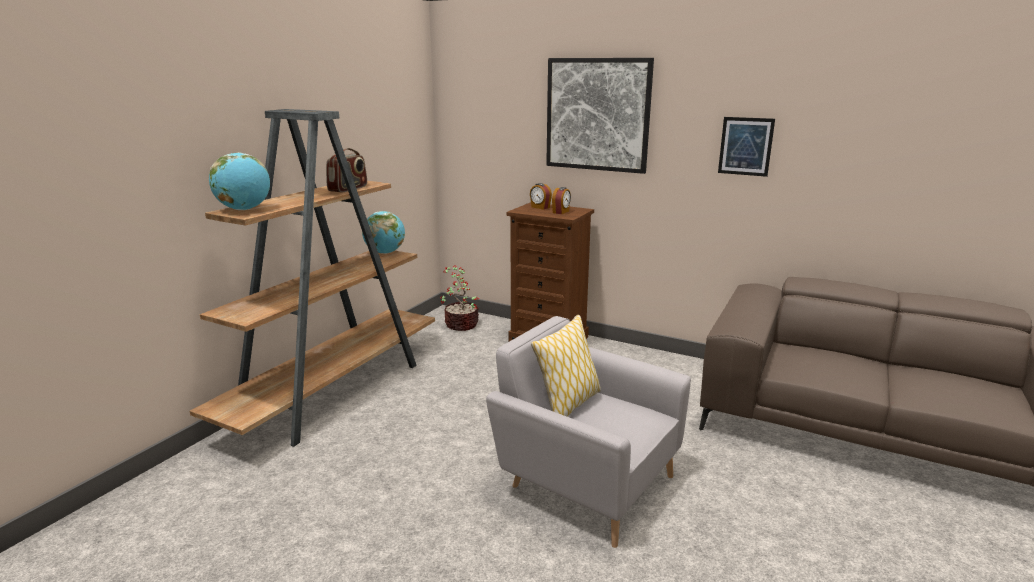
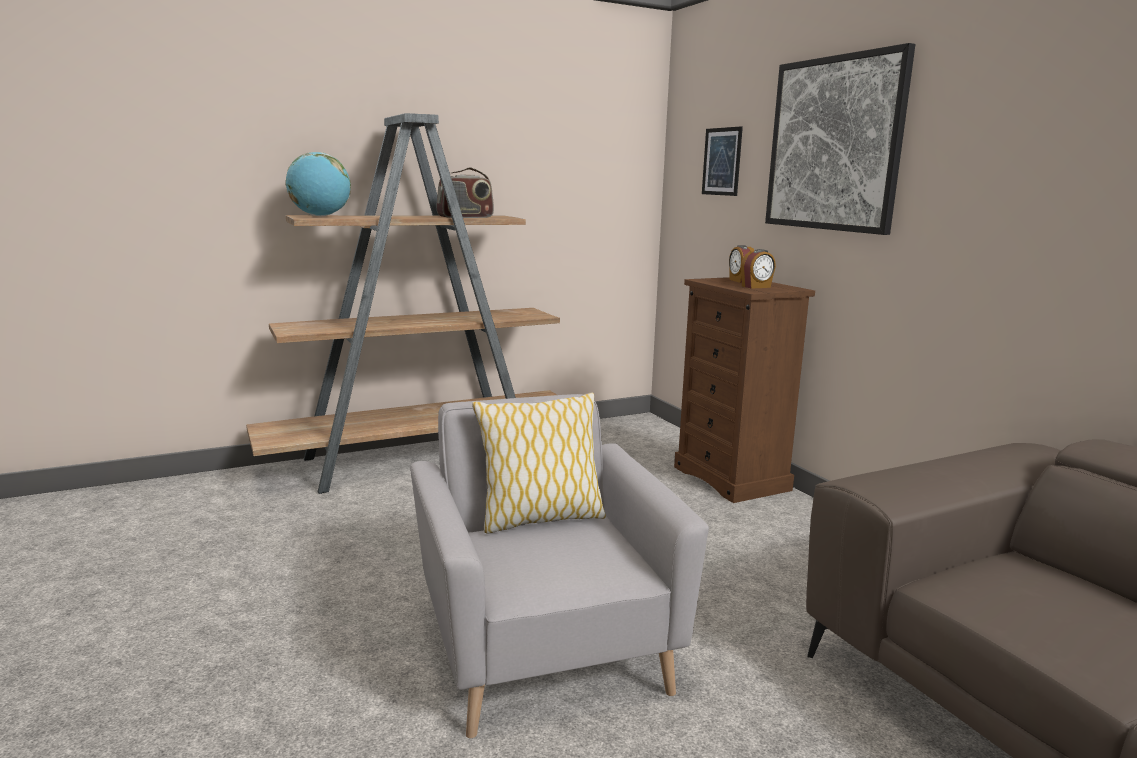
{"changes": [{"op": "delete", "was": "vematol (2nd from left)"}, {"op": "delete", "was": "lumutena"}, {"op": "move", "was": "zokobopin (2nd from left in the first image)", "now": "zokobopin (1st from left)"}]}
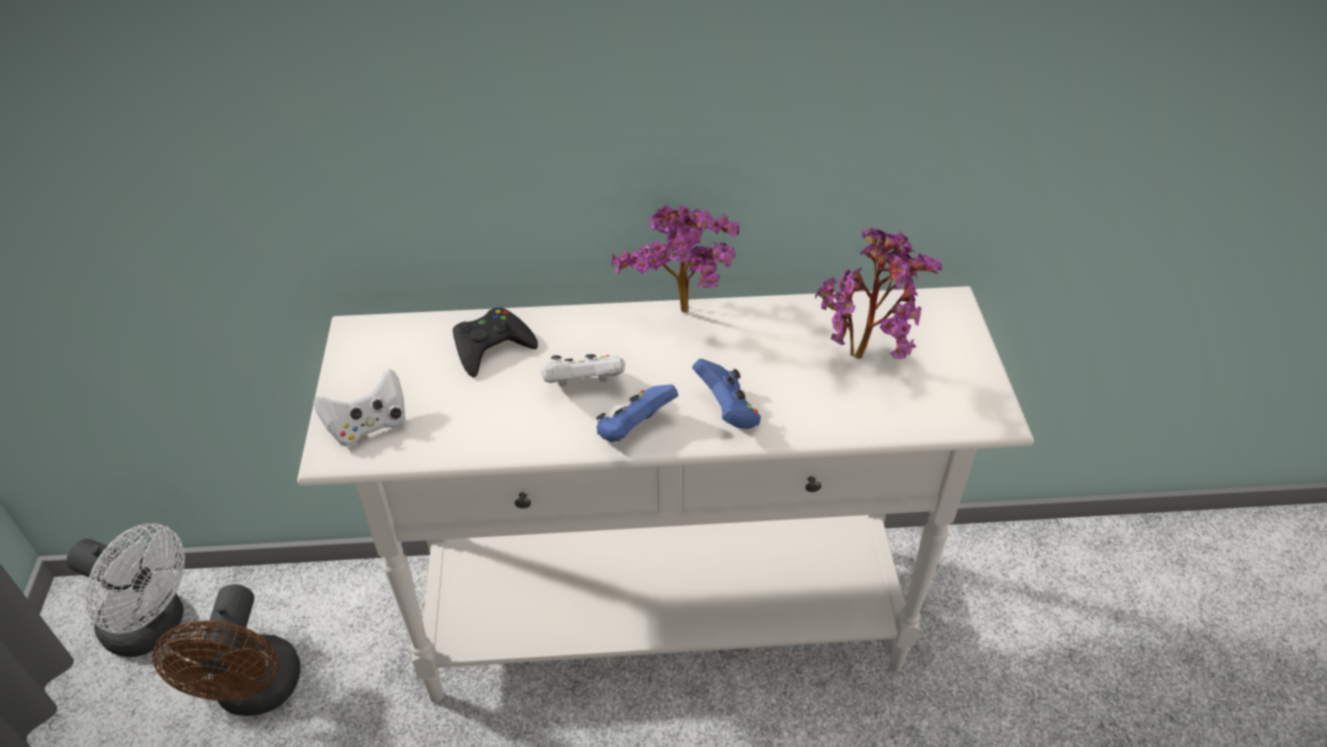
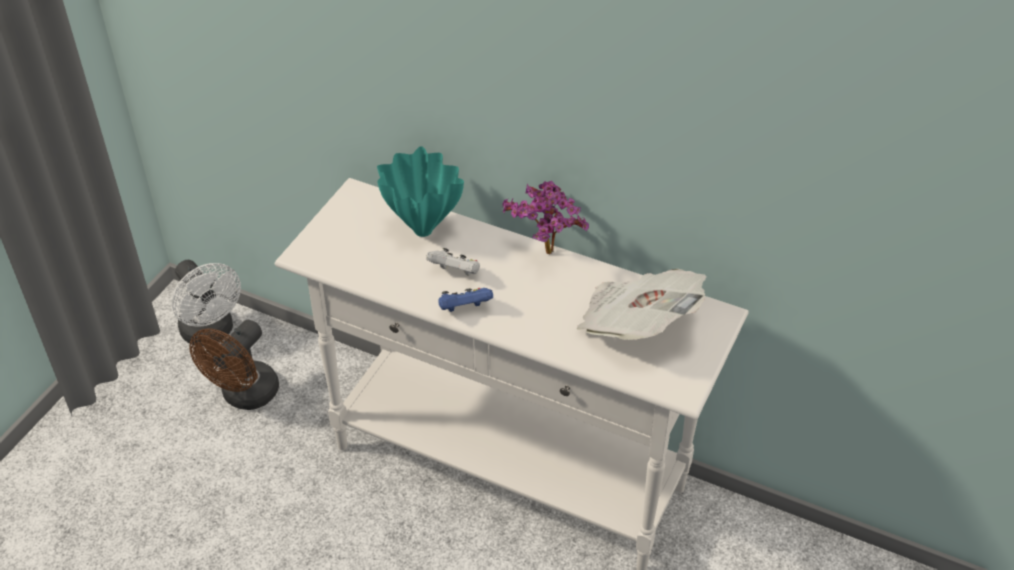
{"changes": [{"op": "delete", "was": "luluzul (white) (1st from left)"}, {"op": "delete", "was": "luluzul (blue) (2nd from left)"}, {"op": "replace", "was": "luluzul (black)", "now": "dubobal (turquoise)"}, {"op": "replace", "was": "lumutena (2nd from left)", "now": "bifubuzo"}]}
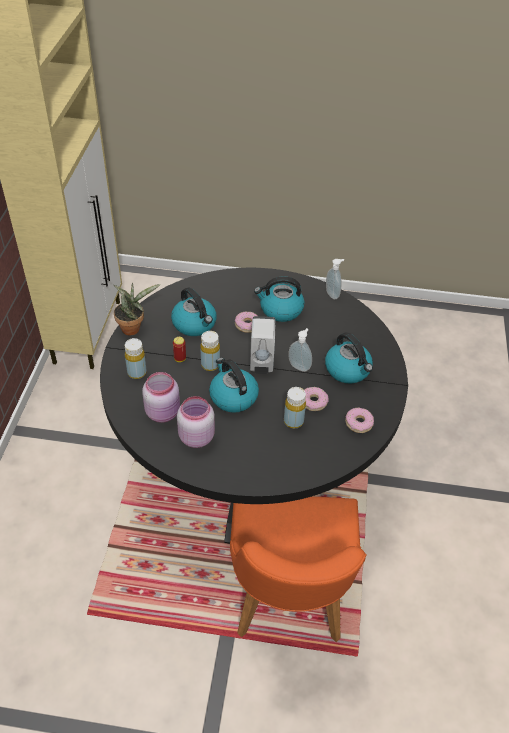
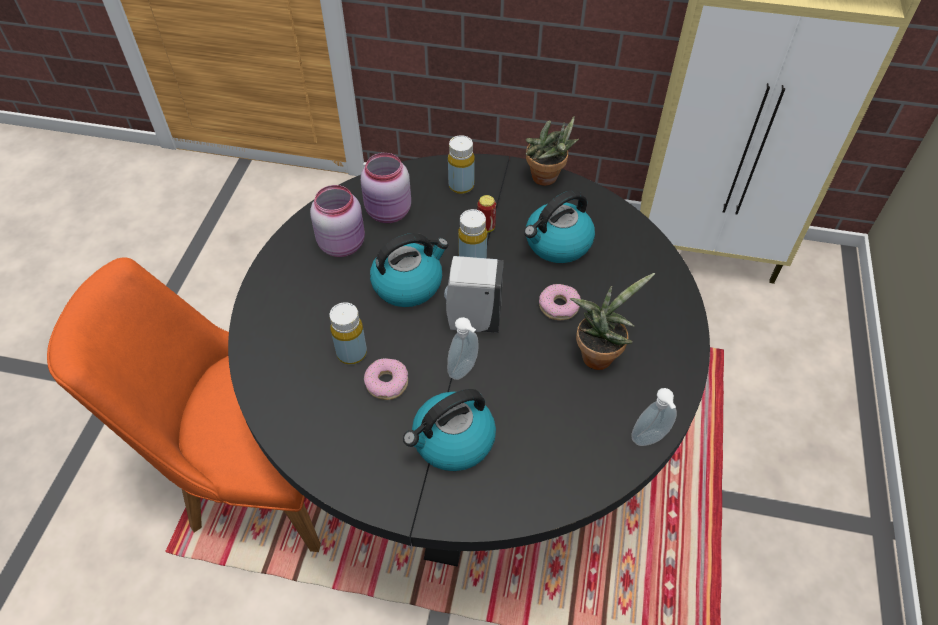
{"changes": [{"op": "delete", "was": "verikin (3rd from left)"}, {"op": "replace", "was": "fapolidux (3rd from left)", "now": "lumutena (2nd from left)"}]}
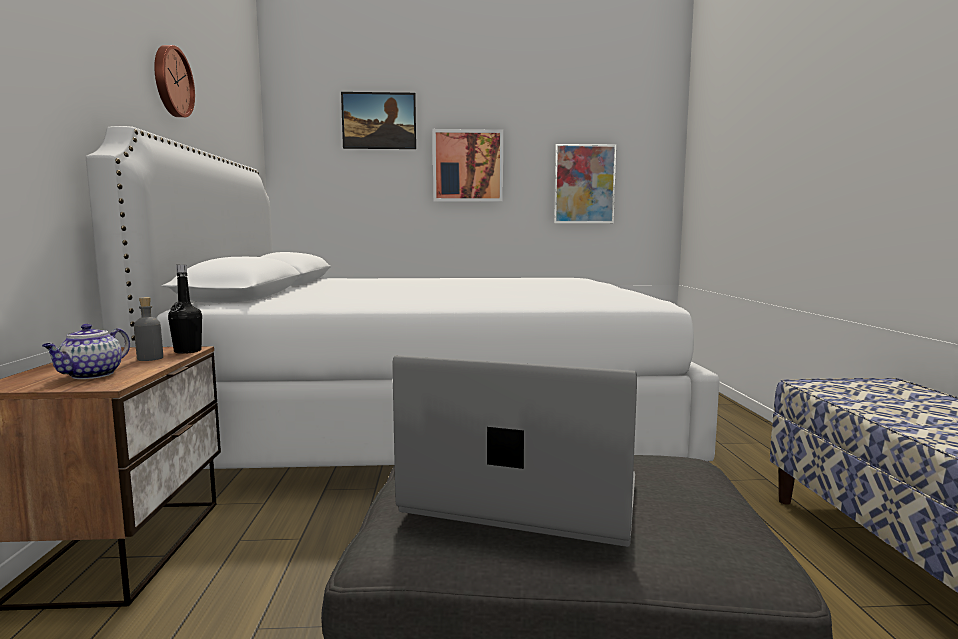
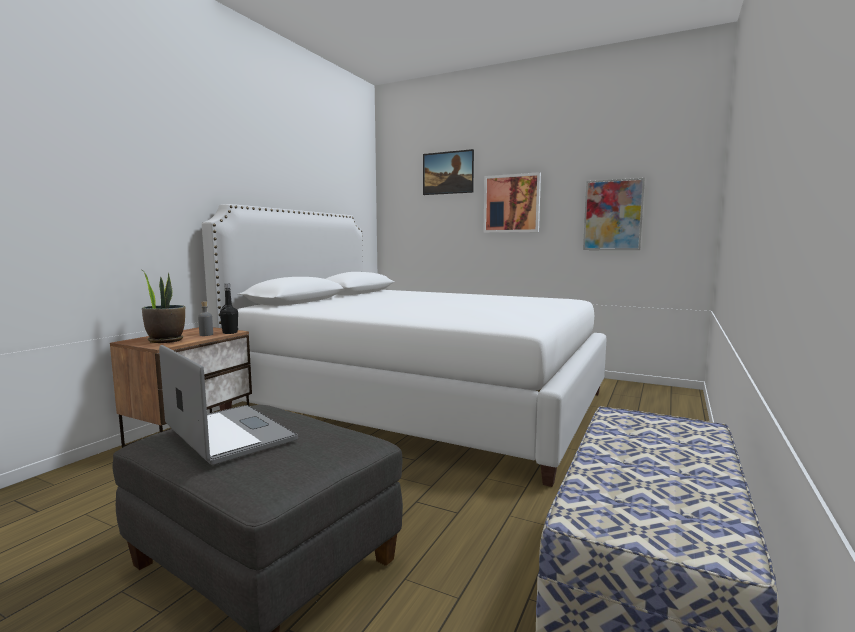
{"changes": [{"op": "delete", "was": "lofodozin"}, {"op": "replace", "was": "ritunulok", "now": "lumutena"}]}
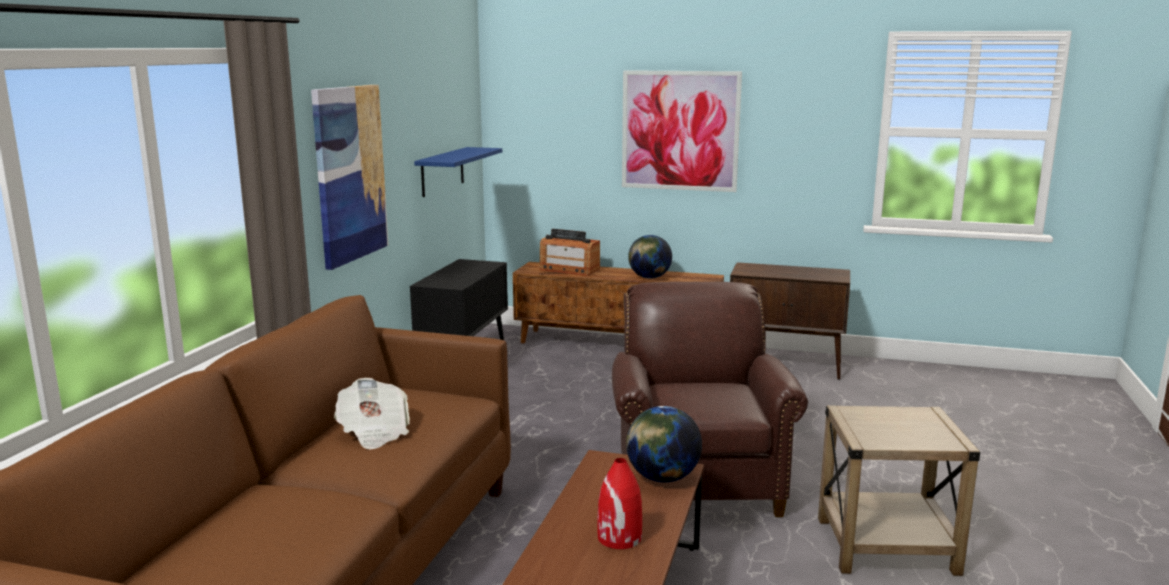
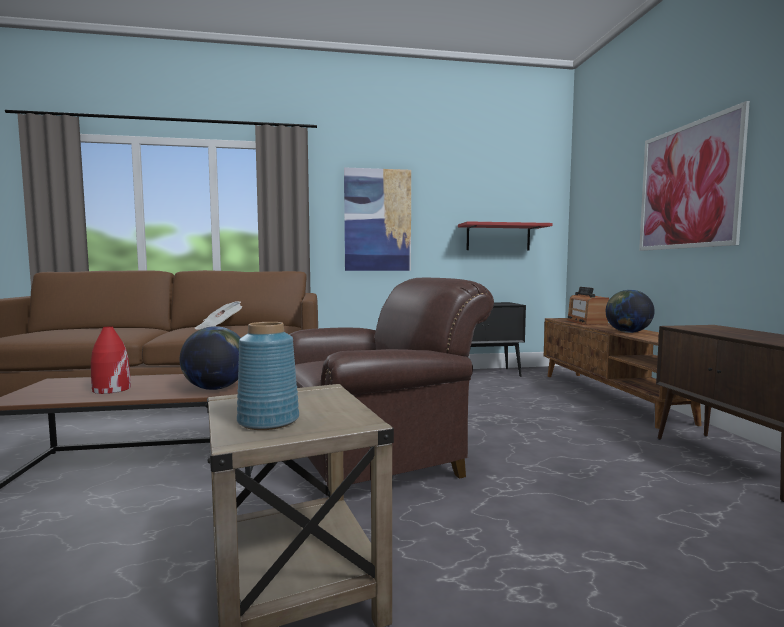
{"changes": [{"op": "insert", "now": "dubobal (blue)"}, {"op": "recolor", "was": "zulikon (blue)", "now": "zulikon (red)"}]}
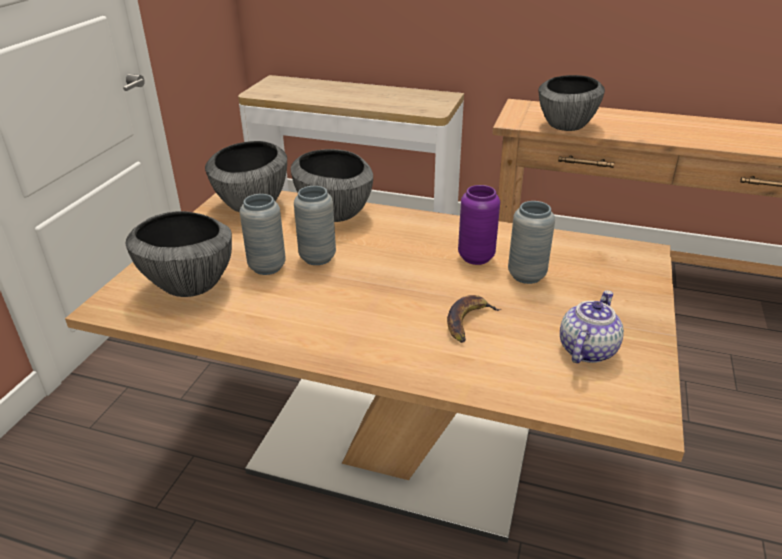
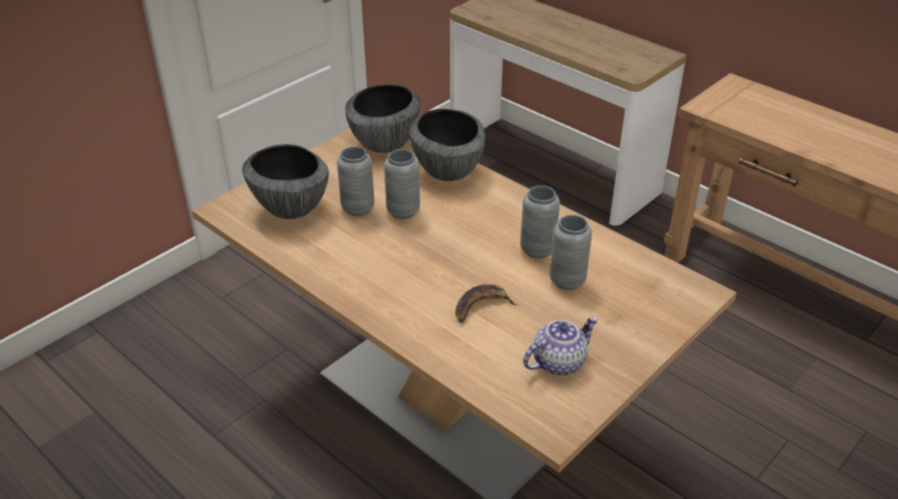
{"changes": [{"op": "delete", "was": "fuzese (4th from left)"}, {"op": "recolor", "was": "dubobal (purple)", "now": "dubobal (grey) (3rd from left)"}]}
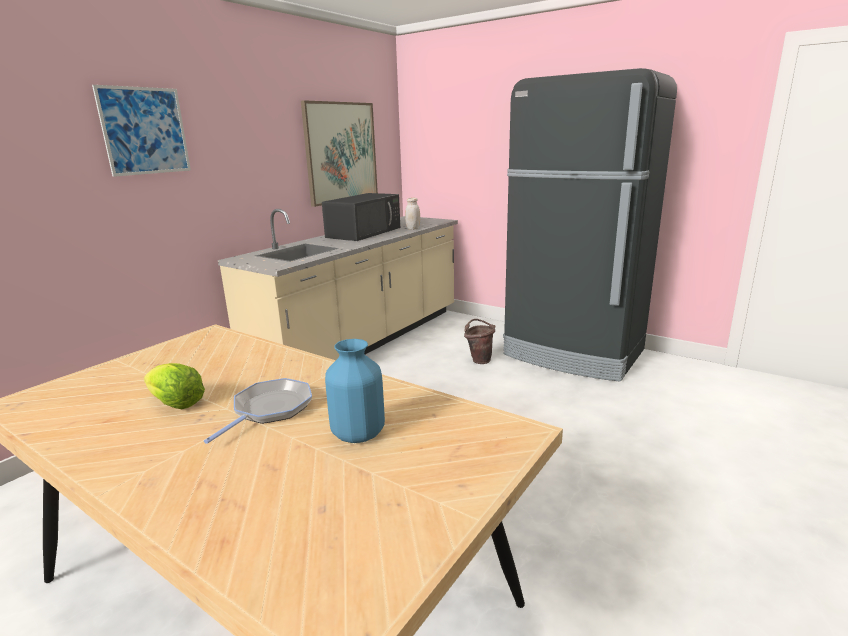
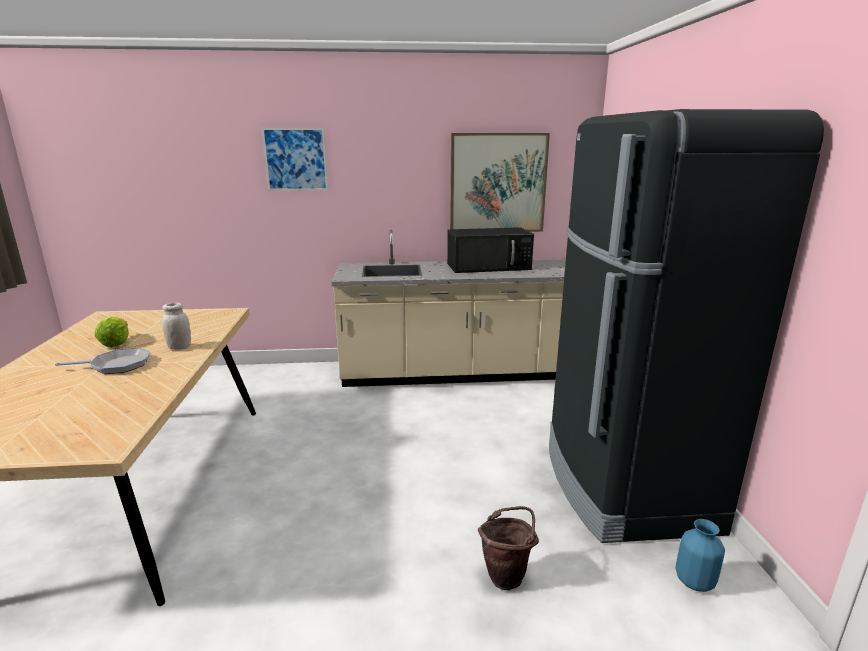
{"changes": [{"op": "move", "was": "dubobal (blue)"}, {"op": "move", "was": "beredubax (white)"}, {"op": "move", "was": "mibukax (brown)"}]}
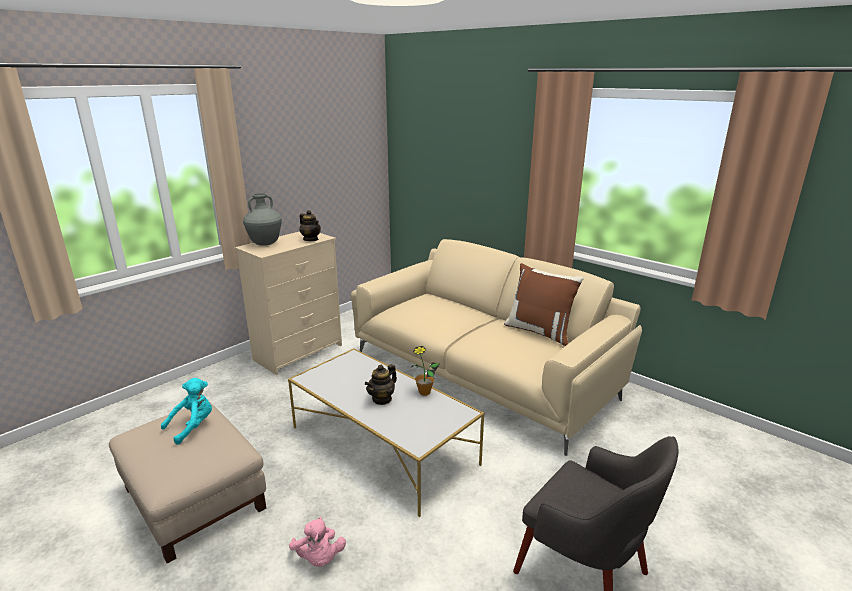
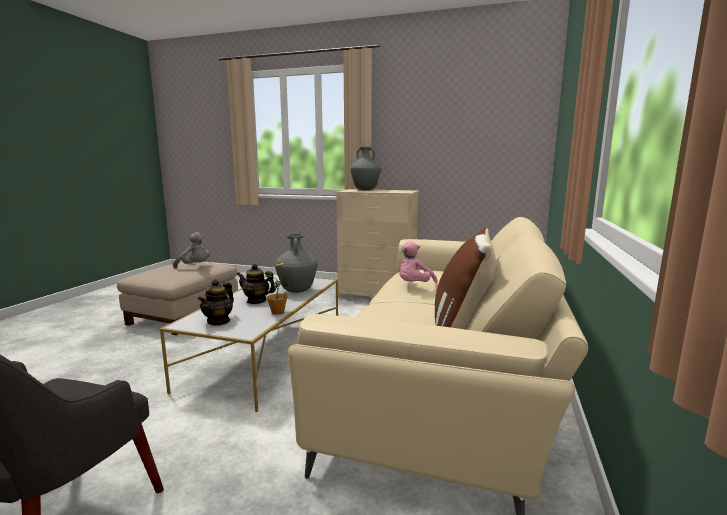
{"changes": [{"op": "insert", "now": "dubobal (grey) (1st from left)"}, {"op": "move", "was": "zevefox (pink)"}, {"op": "move", "was": "ritunulok (1st from left)"}, {"op": "recolor", "was": "zevefox (turquoise)", "now": "zevefox (grey)"}]}
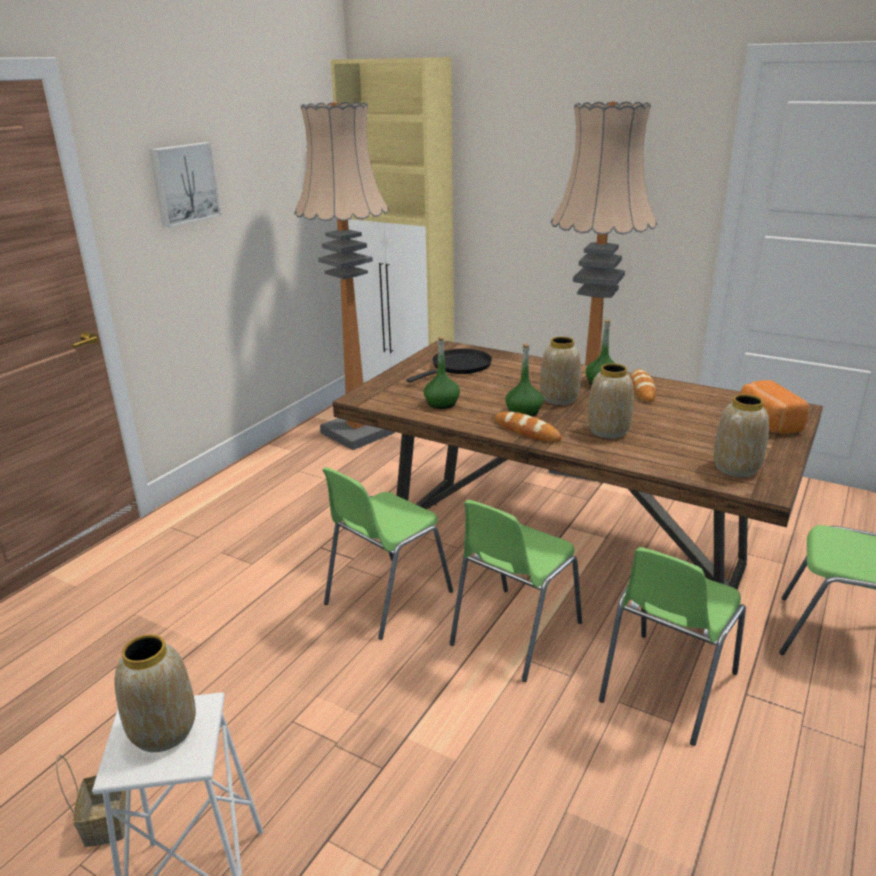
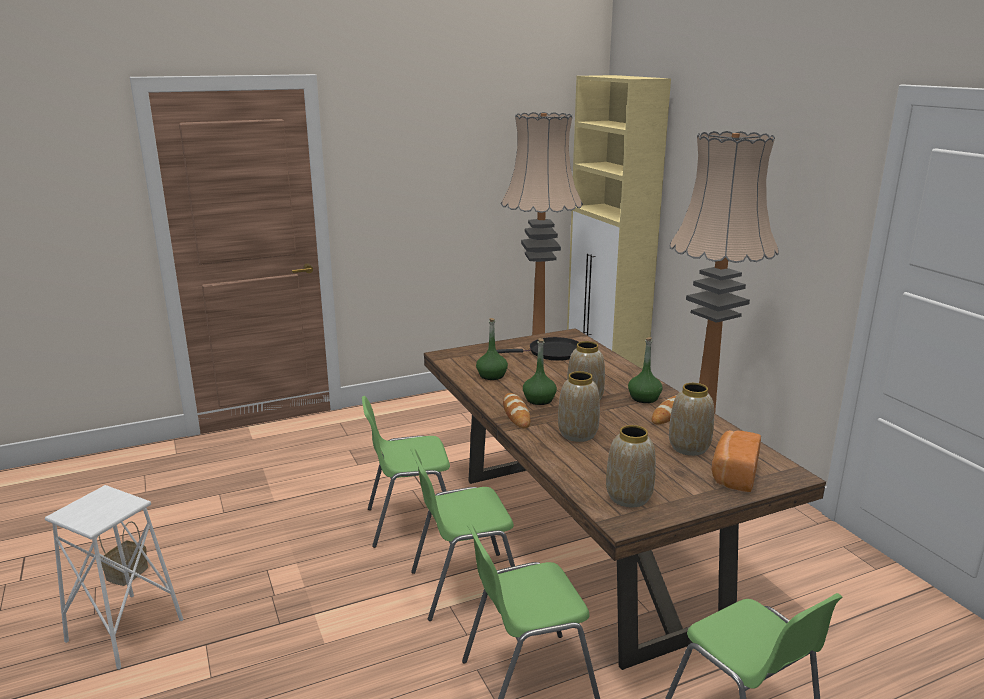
{"changes": [{"op": "delete", "was": "zokobopin"}, {"op": "move", "was": "dubobal (1st from left in the first image)", "now": "dubobal (4th from left)"}]}
